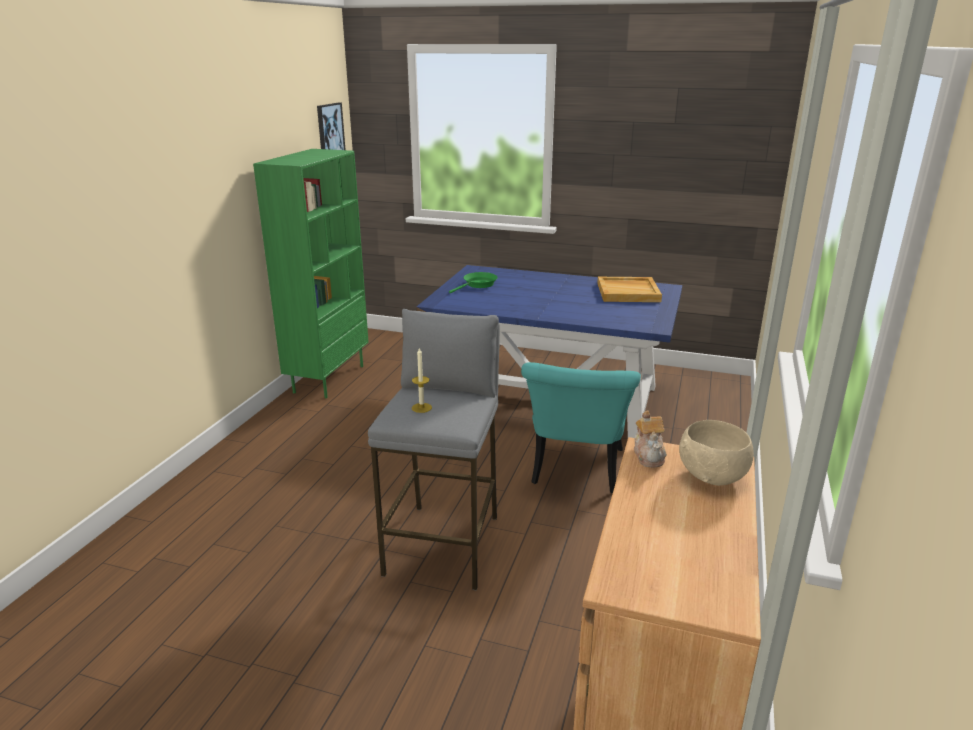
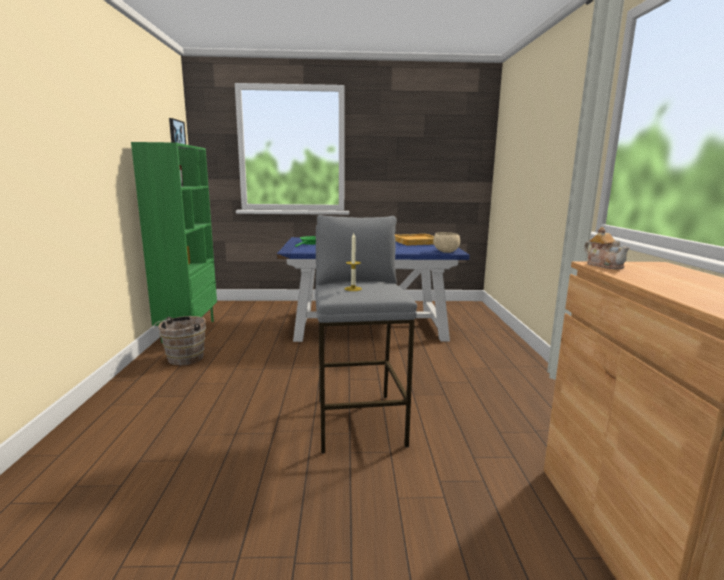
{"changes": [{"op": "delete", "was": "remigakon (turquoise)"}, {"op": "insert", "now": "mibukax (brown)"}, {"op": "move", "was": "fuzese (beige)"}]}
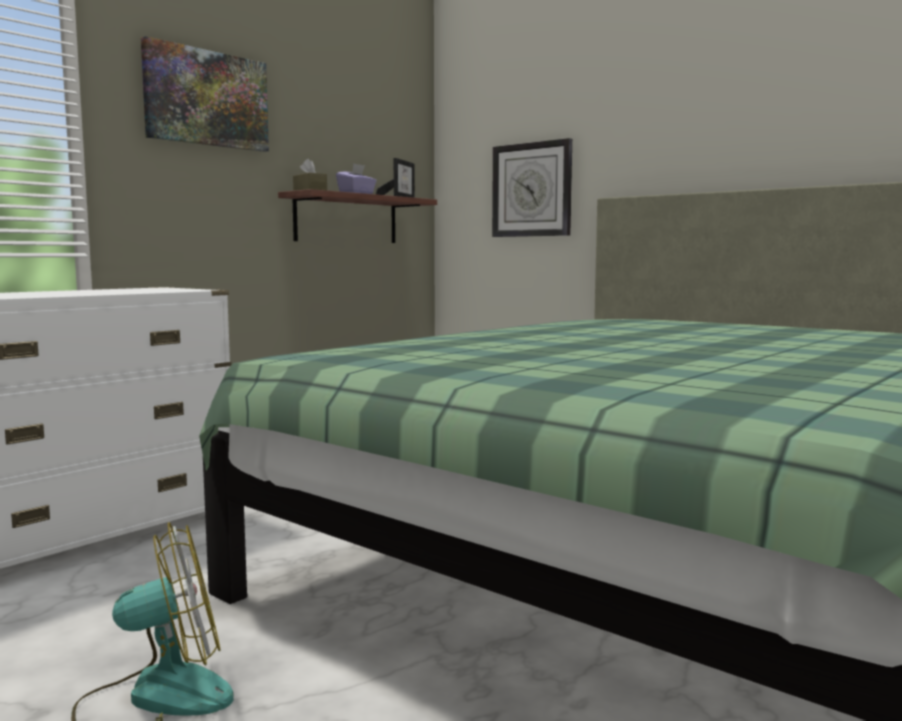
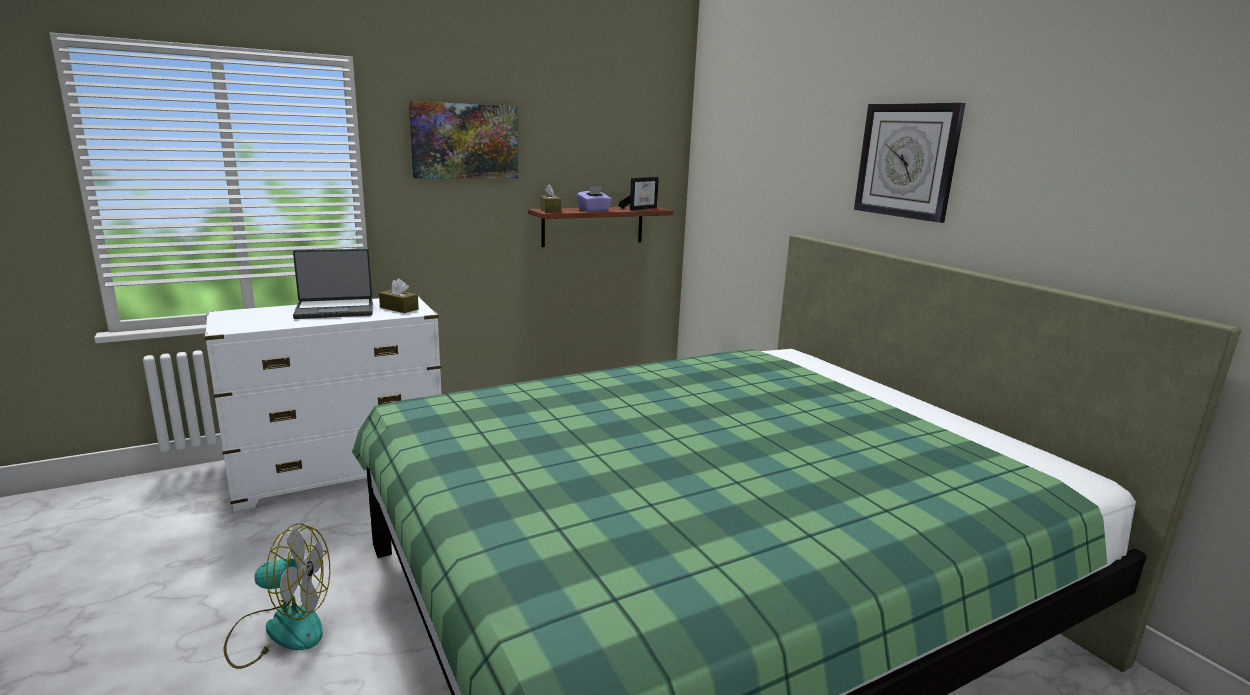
{"changes": [{"op": "insert", "now": "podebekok"}, {"op": "insert", "now": "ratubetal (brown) (1st from left)"}, {"op": "move", "was": "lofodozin"}]}
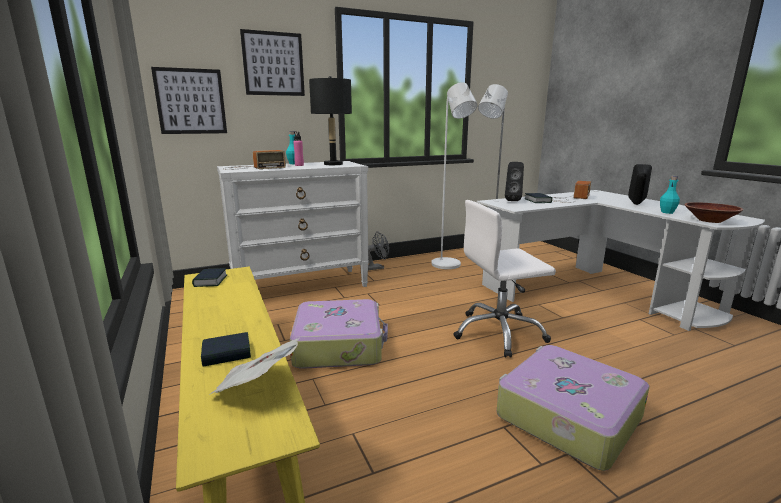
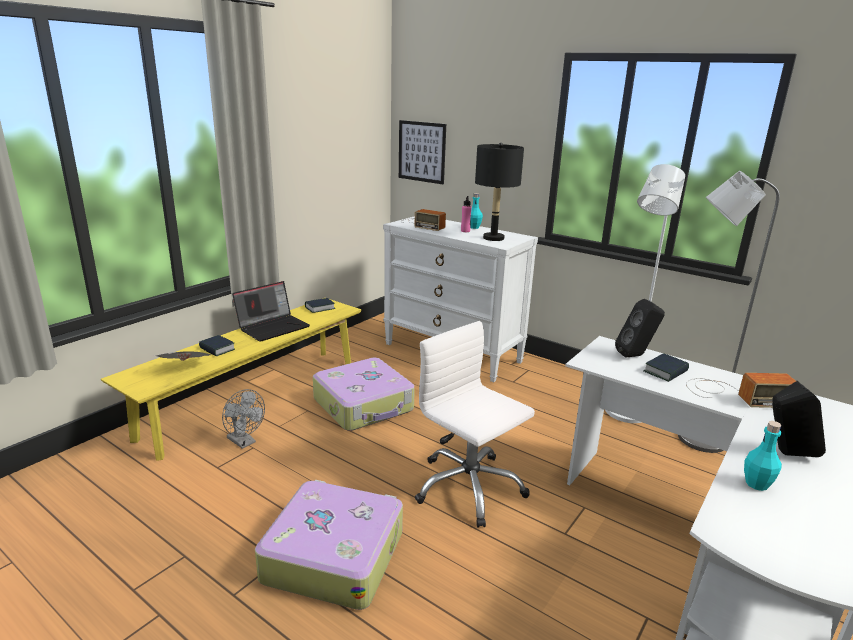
{"changes": [{"op": "delete", "was": "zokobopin (2nd from left)"}, {"op": "delete", "was": "fuzese (brown)"}, {"op": "insert", "now": "podebekok"}, {"op": "move", "was": "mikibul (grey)"}]}
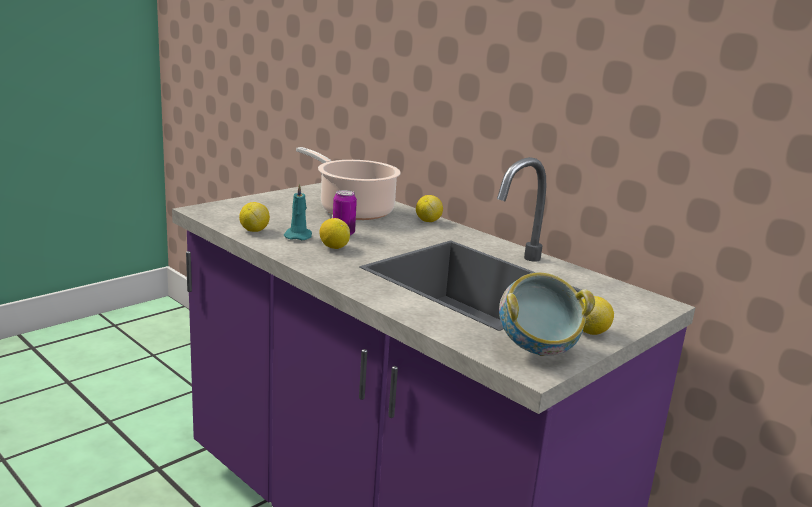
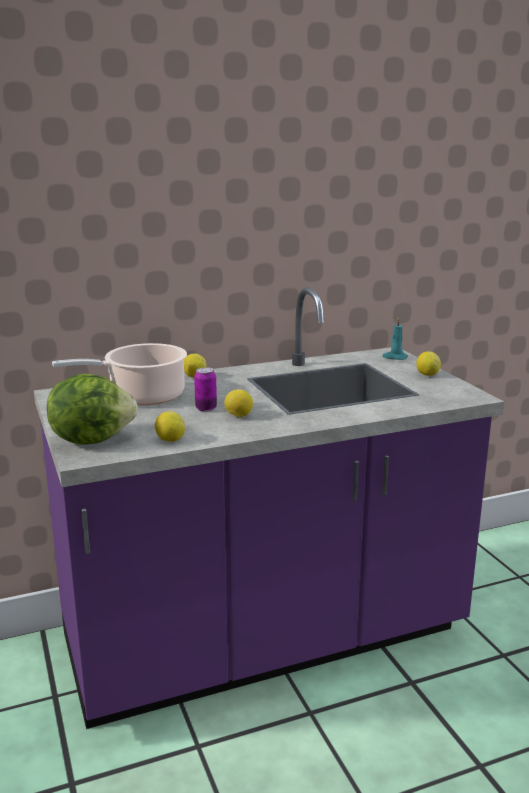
{"changes": [{"op": "delete", "was": "fuzese"}, {"op": "insert", "now": "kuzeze"}, {"op": "move", "was": "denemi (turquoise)"}]}
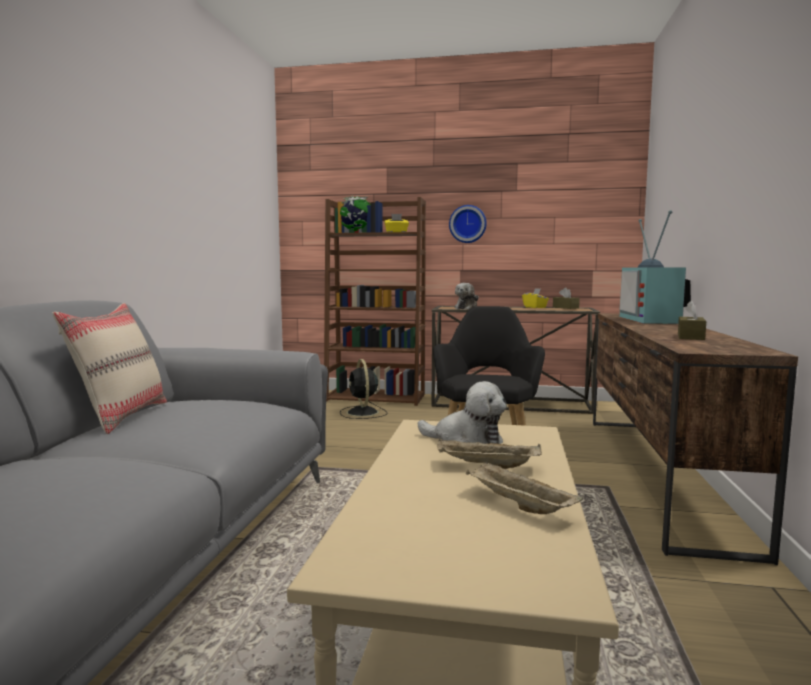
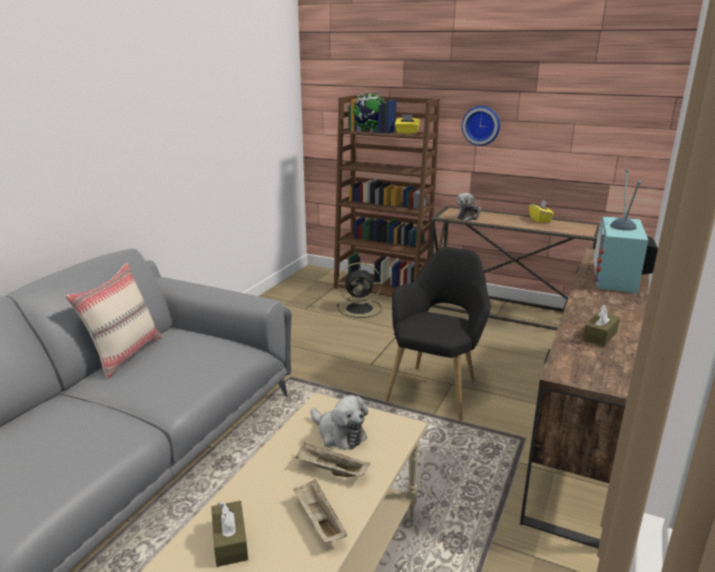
{"changes": [{"op": "move", "was": "ratubetal (brown) (1st from left)"}, {"op": "rotate", "was": "mikibul (black)", "clockwise": -90}]}
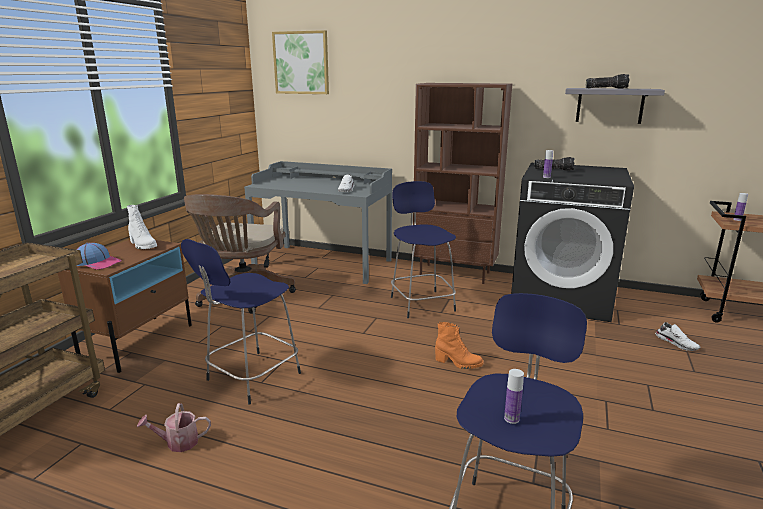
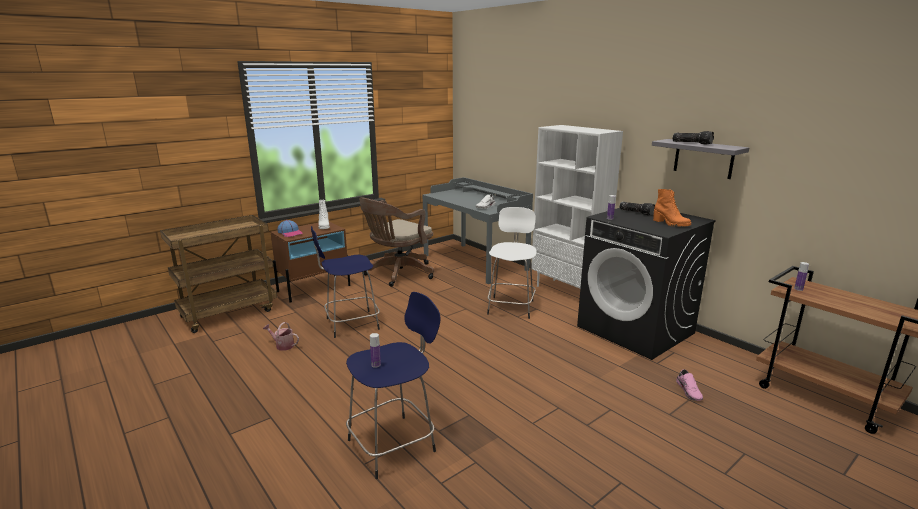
{"changes": [{"op": "delete", "was": "zokobopin"}, {"op": "move", "was": "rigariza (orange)"}, {"op": "recolor", "was": "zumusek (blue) (2nd from left)", "now": "zumusek (white)"}, {"op": "recolor", "was": "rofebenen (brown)", "now": "rofebenen (white)"}, {"op": "recolor", "was": "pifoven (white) (2nd from left)", "now": "pifoven (pink)"}]}
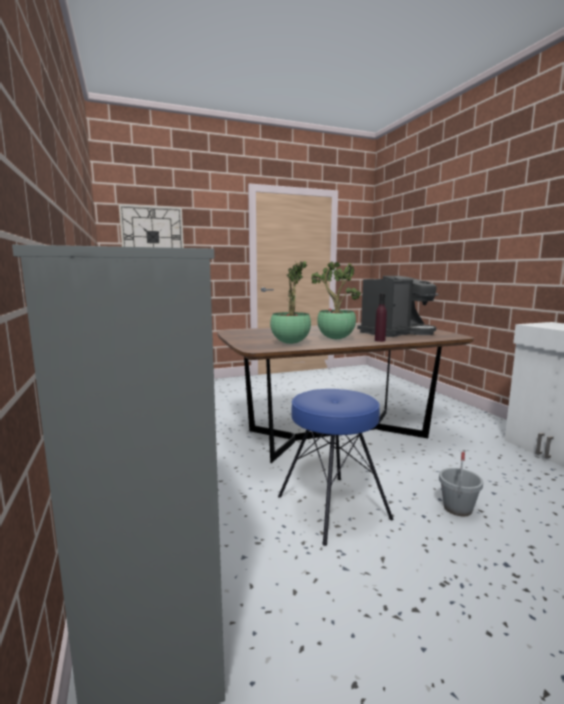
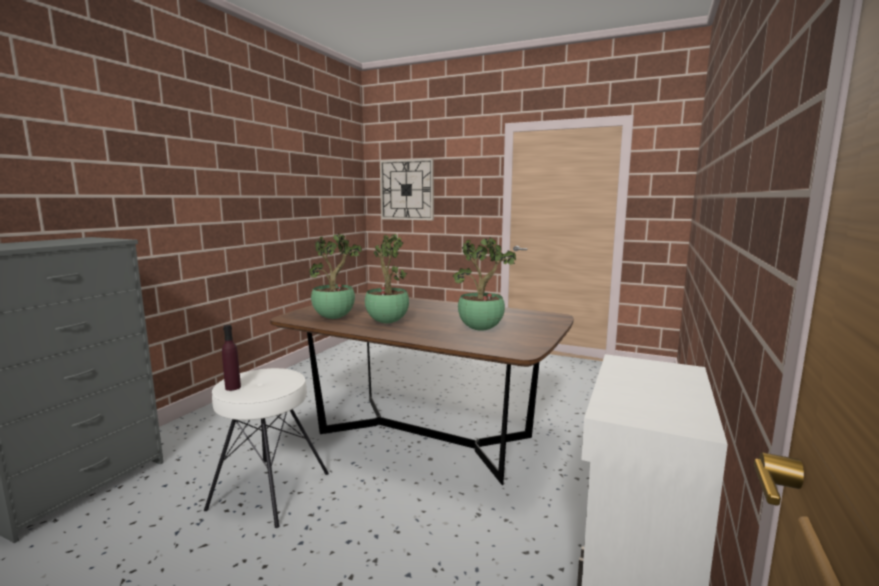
{"changes": [{"op": "delete", "was": "mibukax (grey)"}, {"op": "move", "was": "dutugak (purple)"}, {"op": "replace", "was": "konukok", "now": "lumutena (3rd from left)"}, {"op": "recolor", "was": "zumusek (blue)", "now": "zumusek (white)"}]}
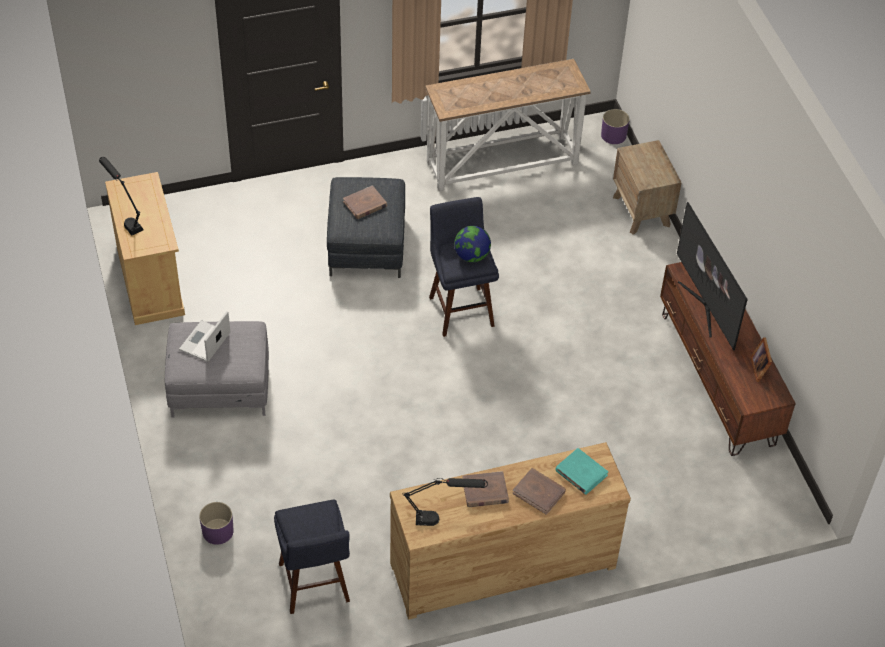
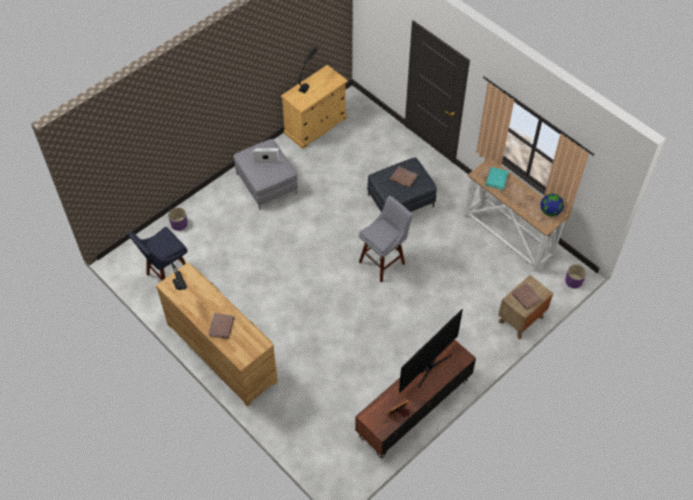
{"changes": [{"op": "move", "was": "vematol"}, {"op": "move", "was": "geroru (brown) (2nd from left in the first image)", "now": "geroru (brown) (3rd from left)"}, {"op": "move", "was": "geroru (turquoise)"}, {"op": "recolor", "was": "zumusek (blue) (2nd from left)", "now": "zumusek (grey)"}]}
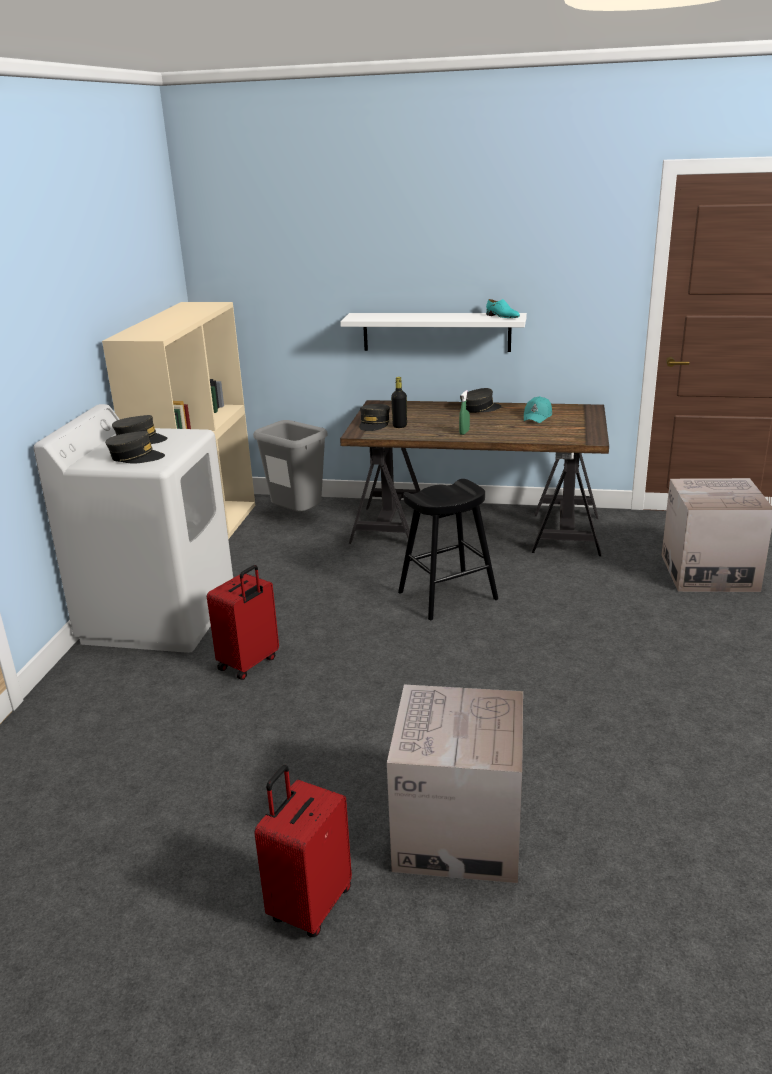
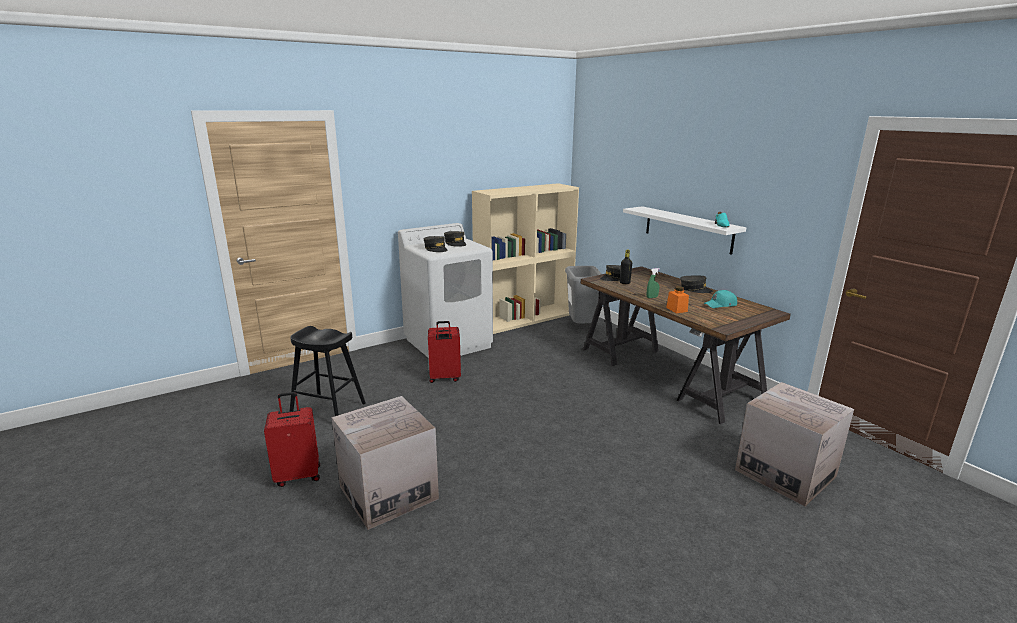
{"changes": [{"op": "insert", "now": "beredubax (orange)"}, {"op": "move", "was": "zumusek (black)"}]}
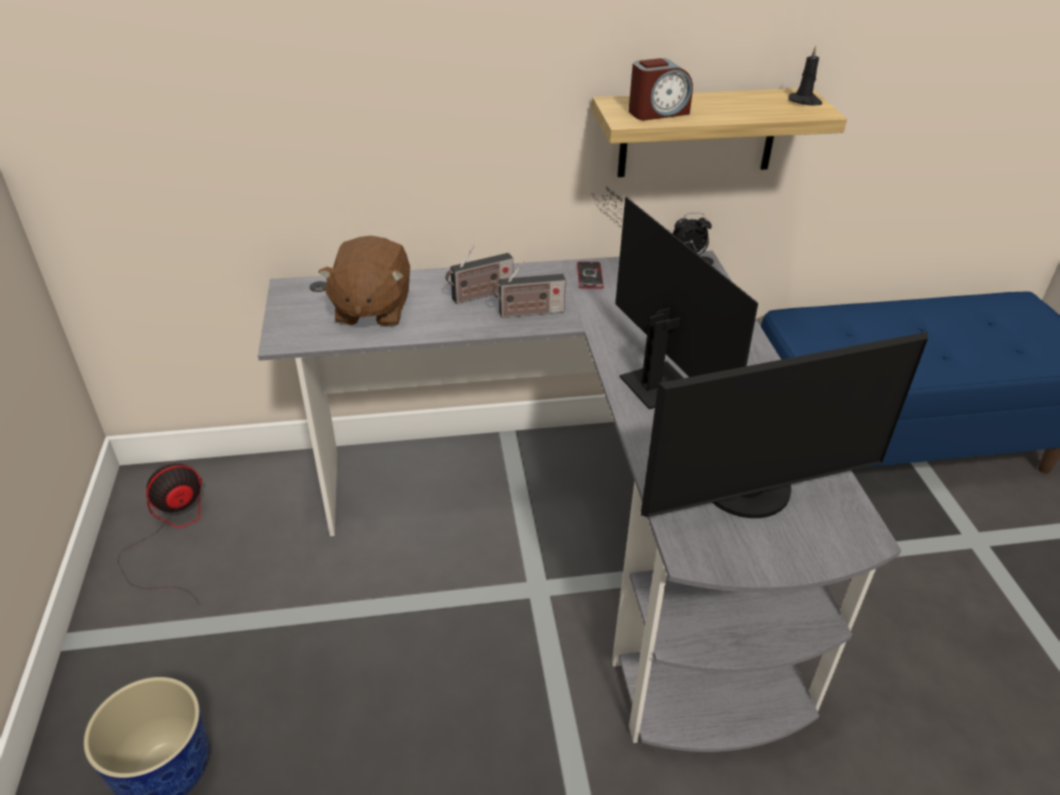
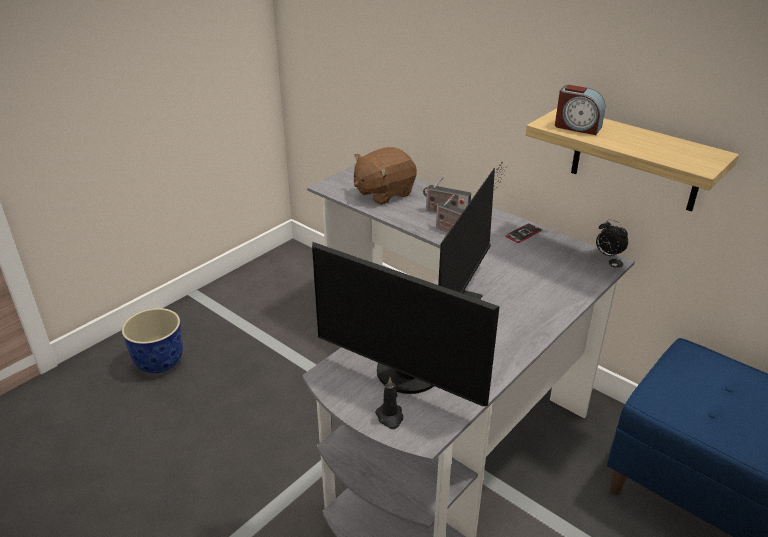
{"changes": [{"op": "delete", "was": "mikibul"}, {"op": "move", "was": "denemi (black)"}]}
